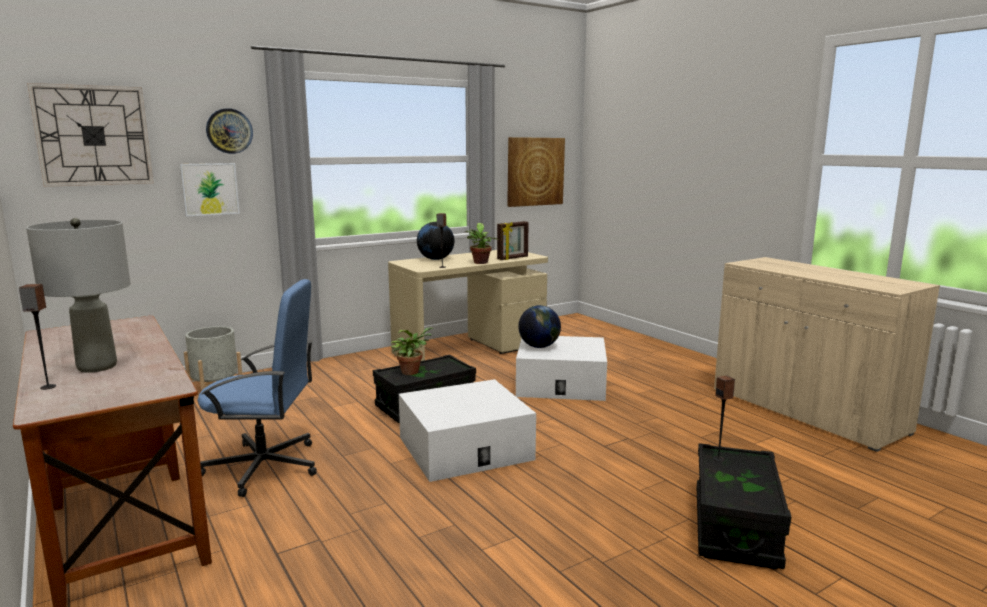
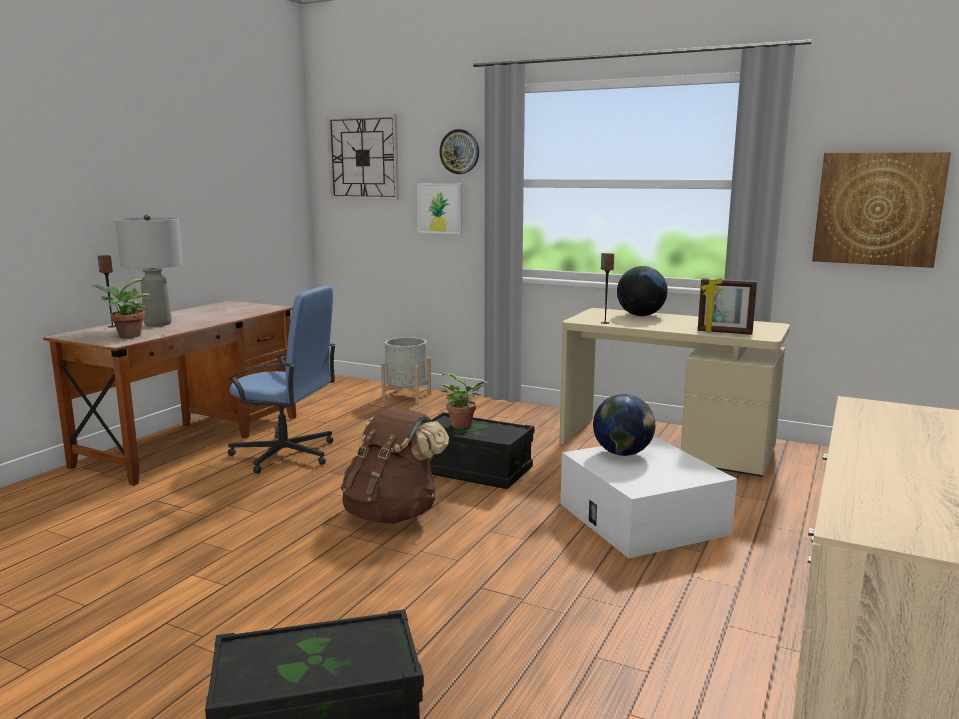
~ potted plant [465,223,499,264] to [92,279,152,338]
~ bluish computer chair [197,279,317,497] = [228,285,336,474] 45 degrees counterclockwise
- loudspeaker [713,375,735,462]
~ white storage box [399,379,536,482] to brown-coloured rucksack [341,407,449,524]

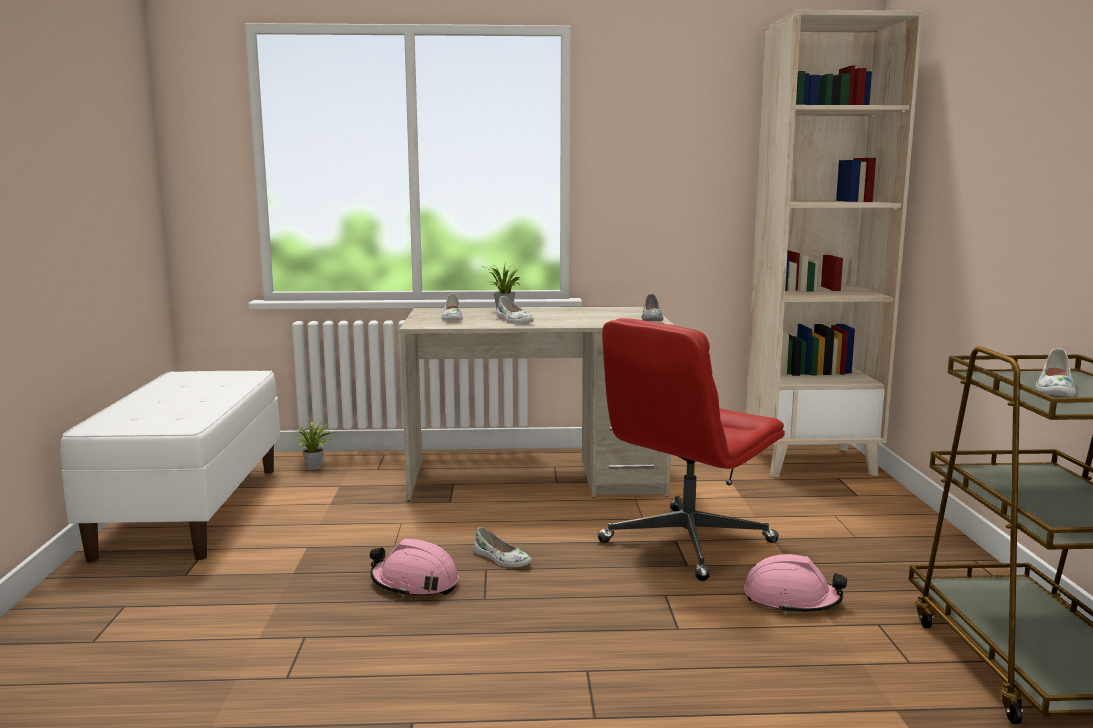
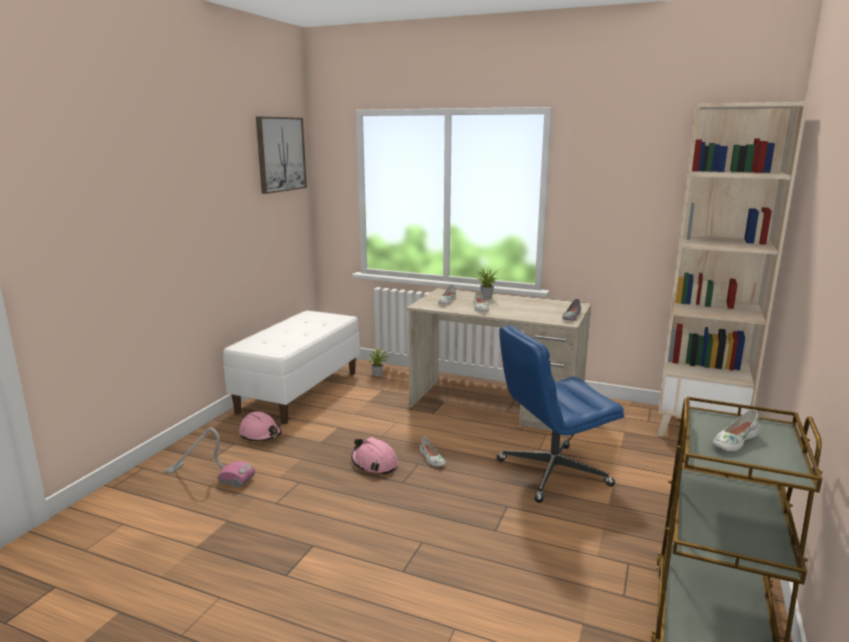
~ reddish computer chair [598,318,785,581] to bluish computer chair [497,325,624,503]
~ pinkish work helmet [744,554,847,614] to [239,411,282,441]
+ wall picture [256,116,307,194]
+ vacuum cleaner [165,428,255,488]

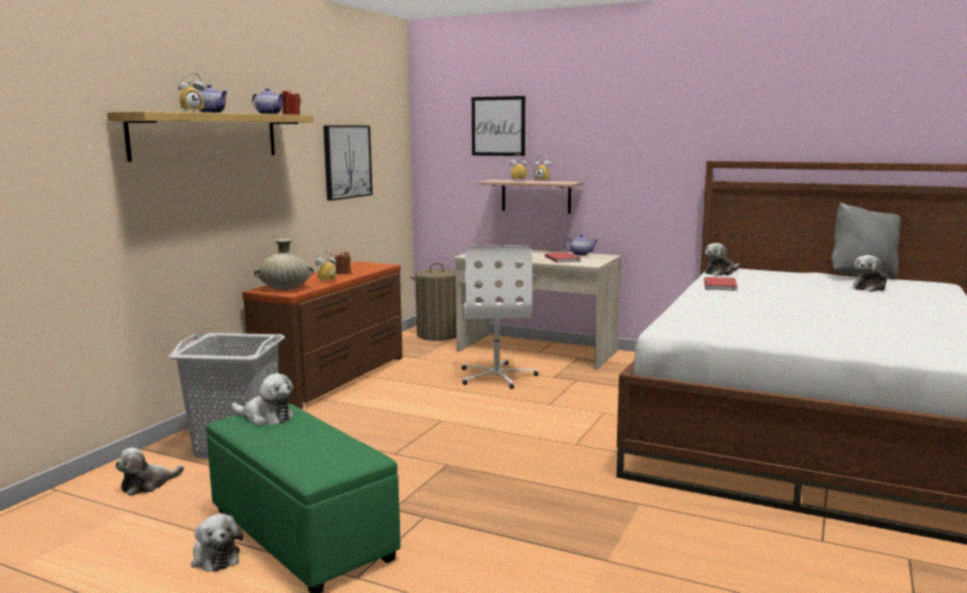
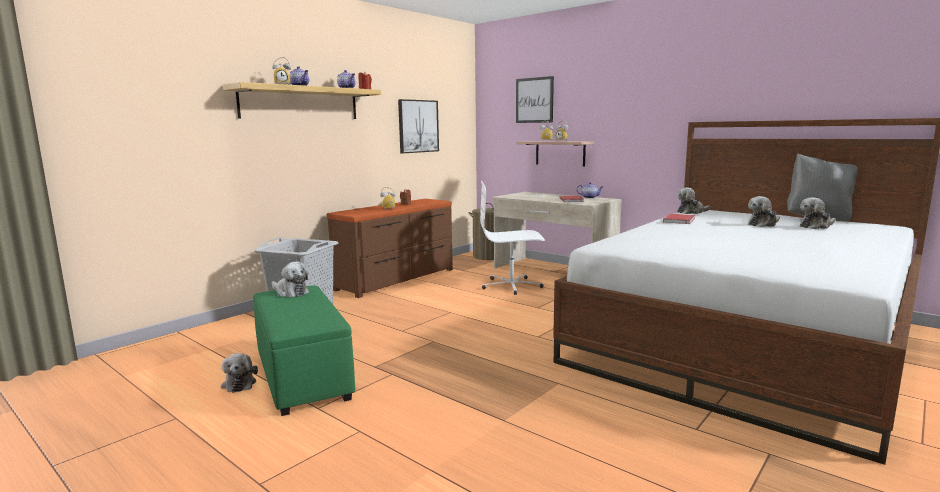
- beige-coloured decorative vase [254,239,314,290]
~ white computer chair [462,245,539,389] = [480,181,545,295] 75 degrees clockwise
~ cuddly toy [115,448,184,496] to [748,196,780,227]

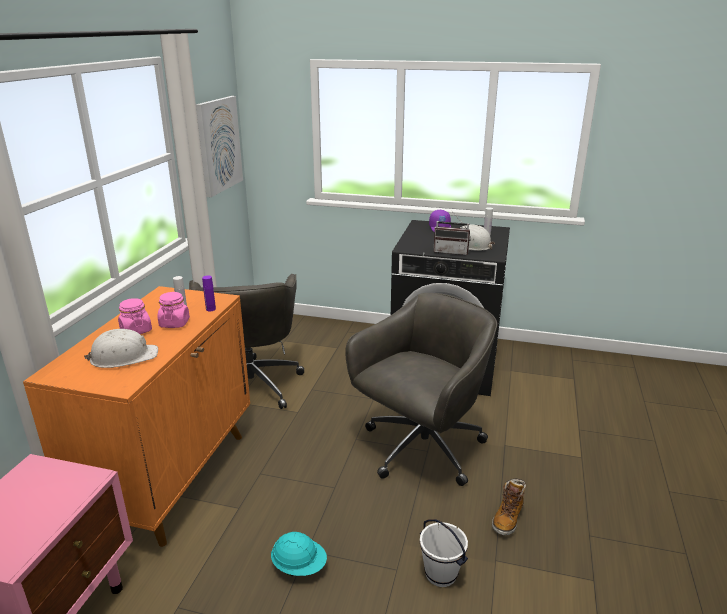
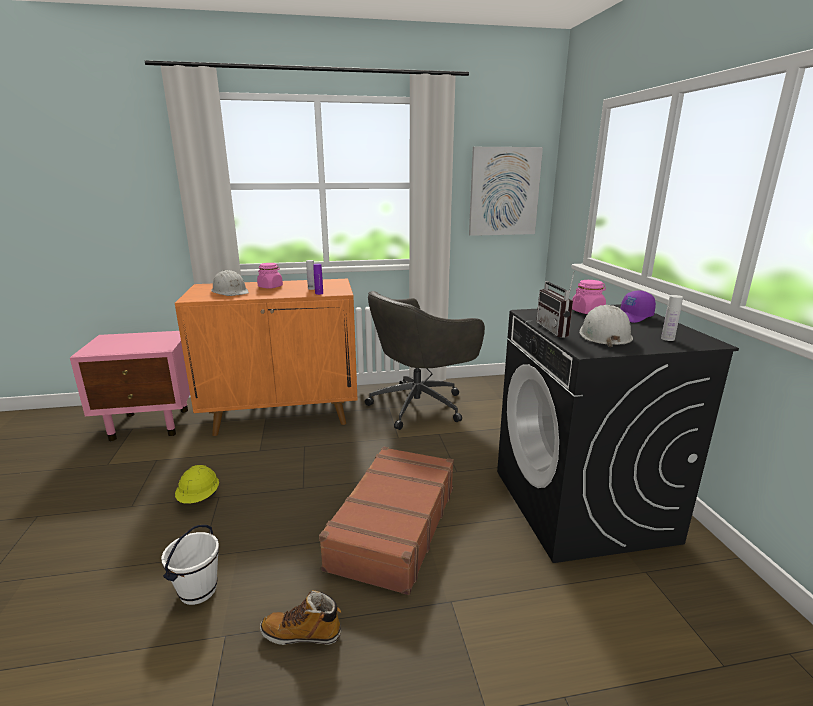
~ pinkish preserve jar [157,292,190,328] to [572,280,606,314]
~ greyish computer chair [345,293,497,486] to brown-coloured piece of luggage [319,447,454,595]
~ turquoise-coloured work helmet [271,532,327,576] to yellowish work helmet [175,465,219,504]

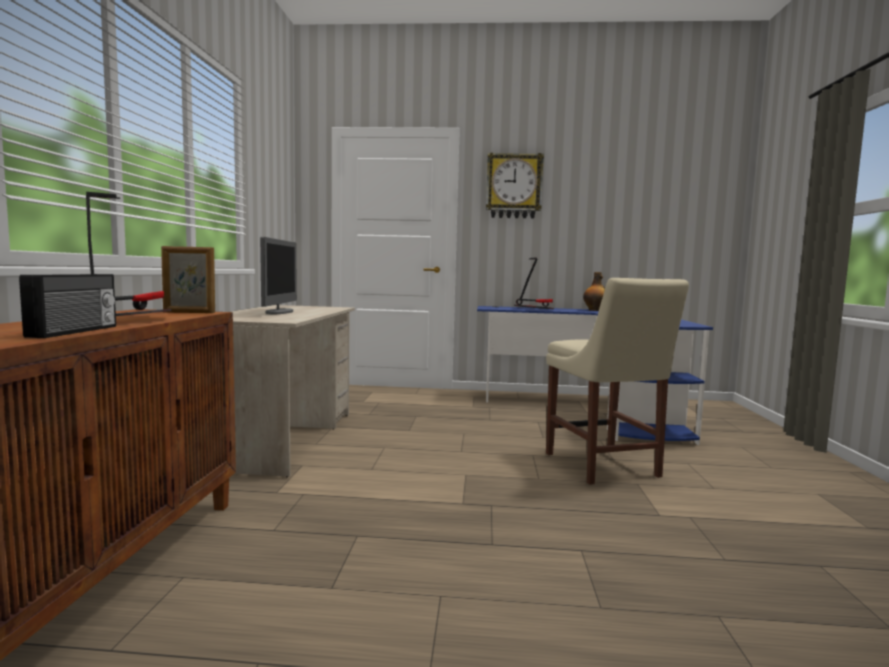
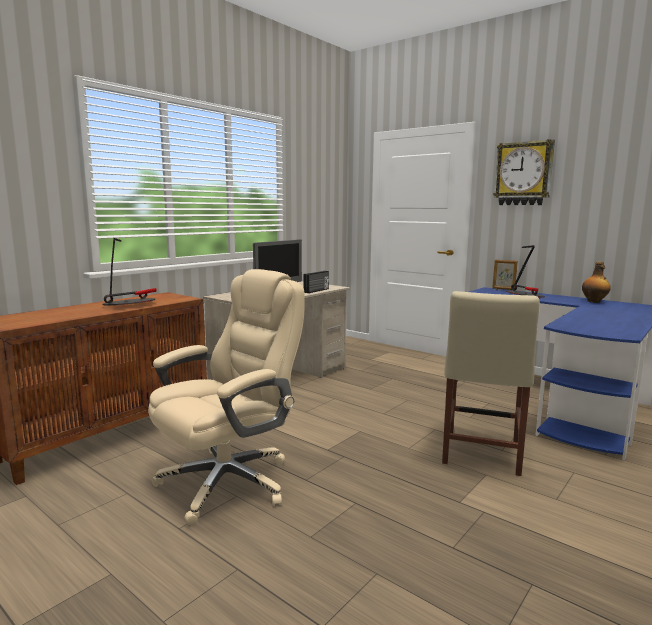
~ photo frame [161,246,215,313] to [492,260,518,290]
~ radio receiver [19,274,116,338] to [303,271,329,293]
+ beige-coloured computer chair [148,269,305,525]

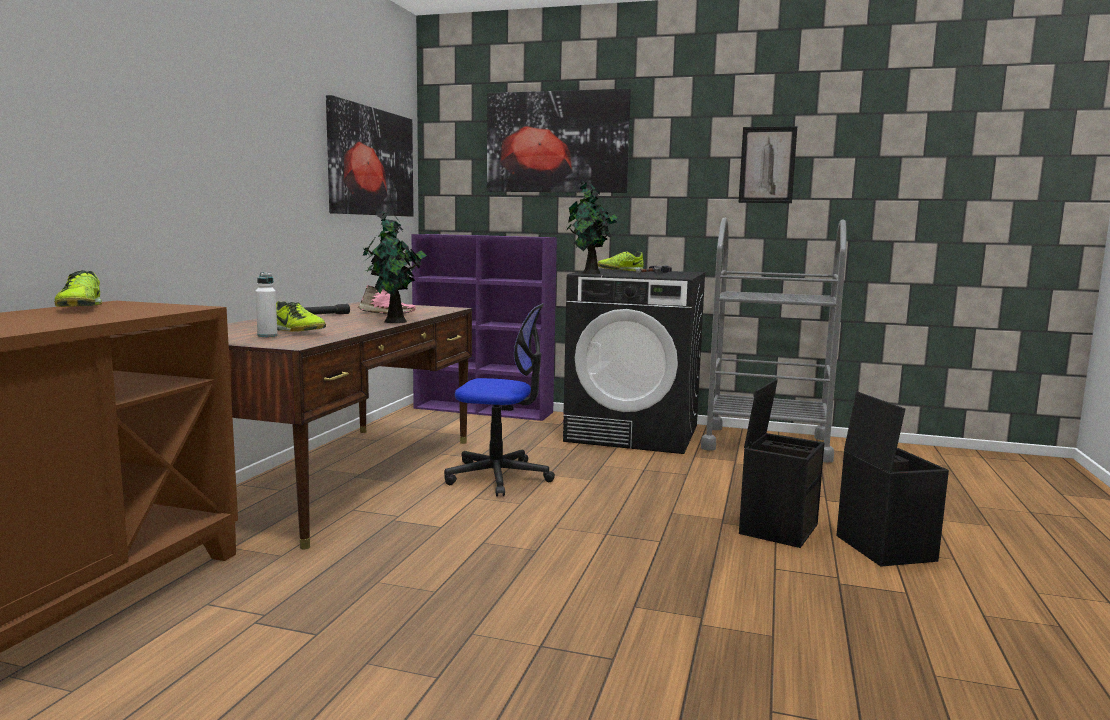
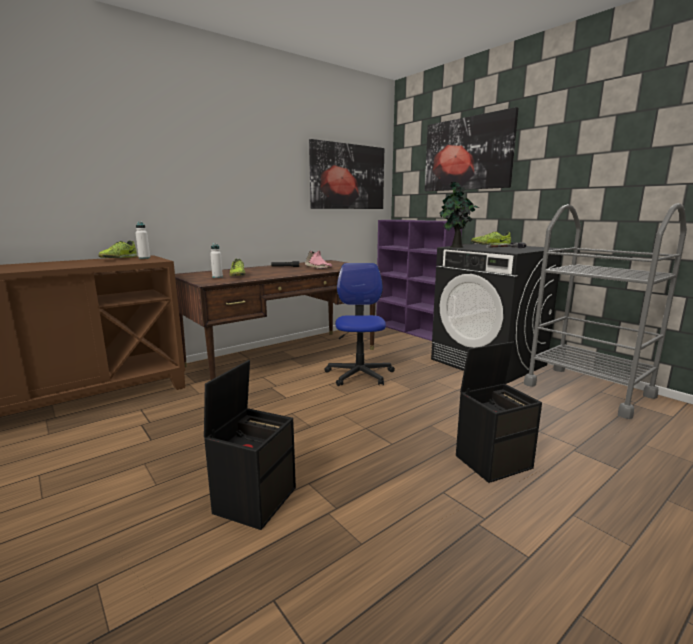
- wall picture [739,126,797,203]
- potted plant [363,212,427,323]
~ computer chair [444,303,555,497] = [324,263,395,386] 135 degrees counterclockwise
~ blackish storage box [836,391,949,567] to [204,360,296,530]
+ white drink bottle [136,222,150,259]

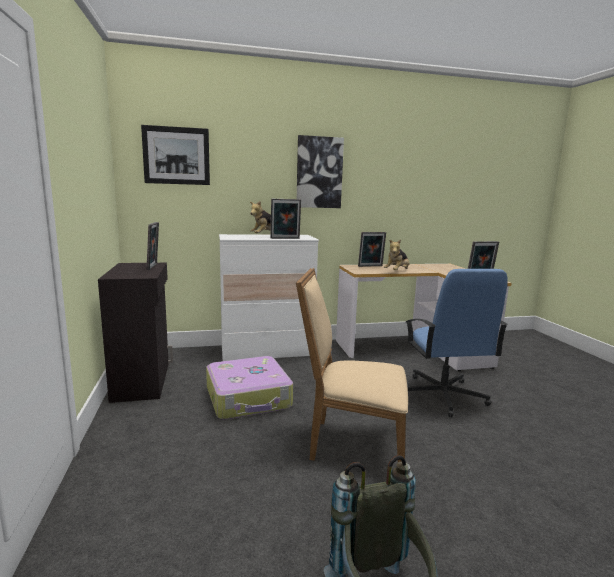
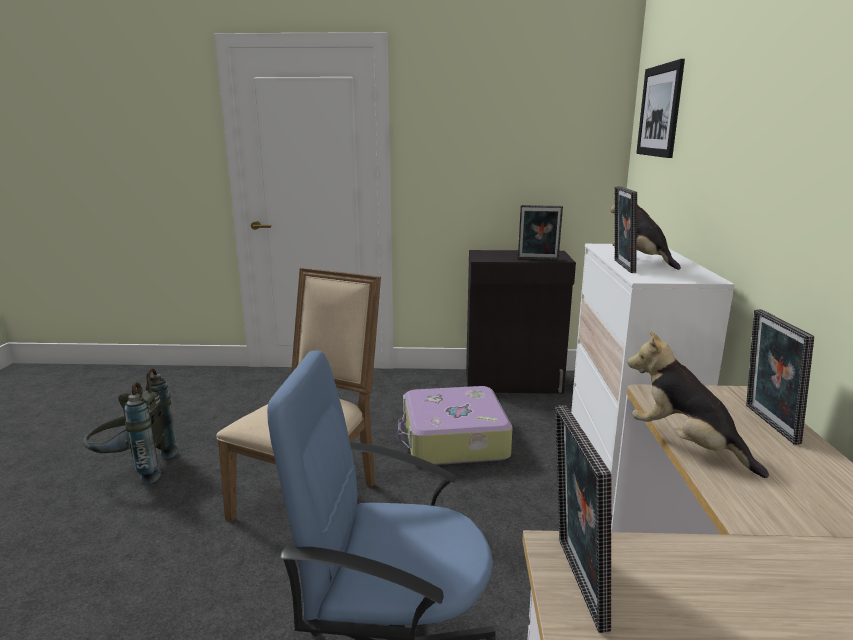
- wall picture [297,135,344,208]

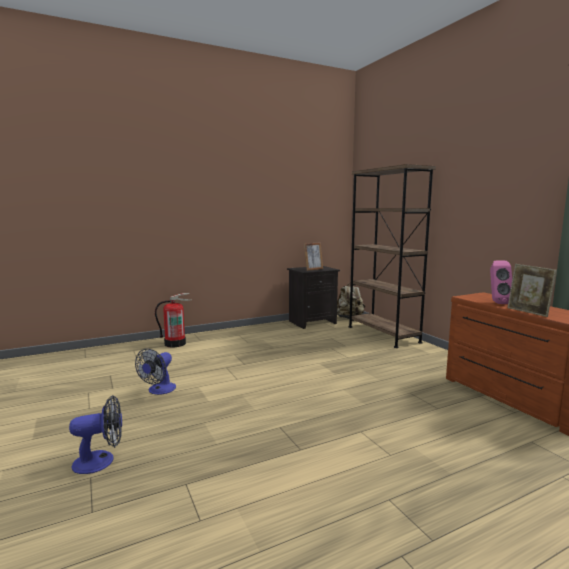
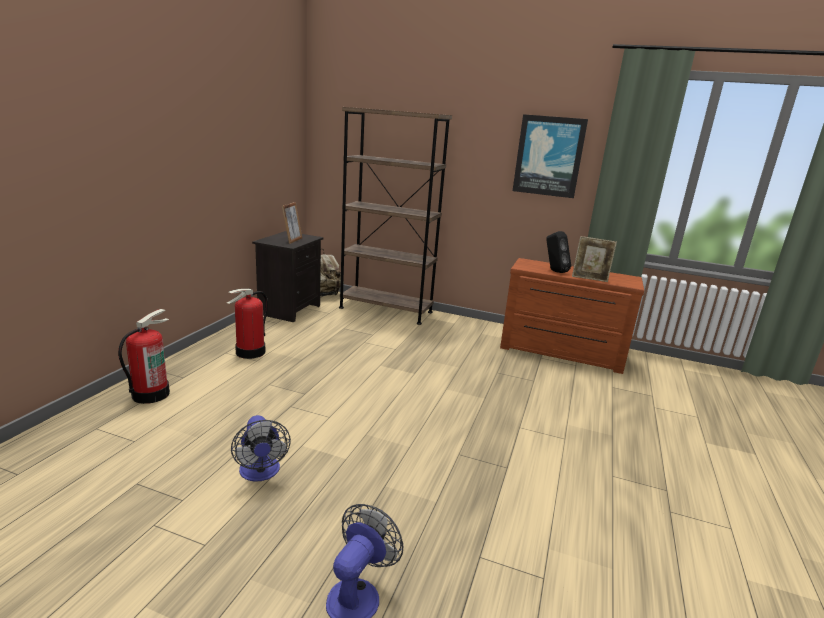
~ pinkish loudspeaker [490,260,512,304] to blackish loudspeaker [546,231,571,273]
+ wall picture [513,114,588,198]
+ fire-fighting cylinder [227,288,268,359]

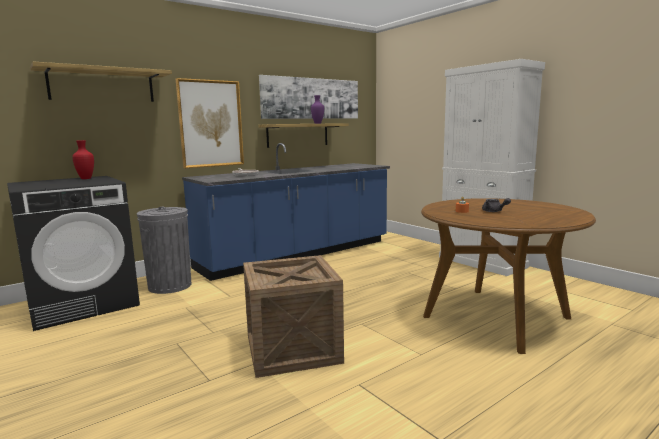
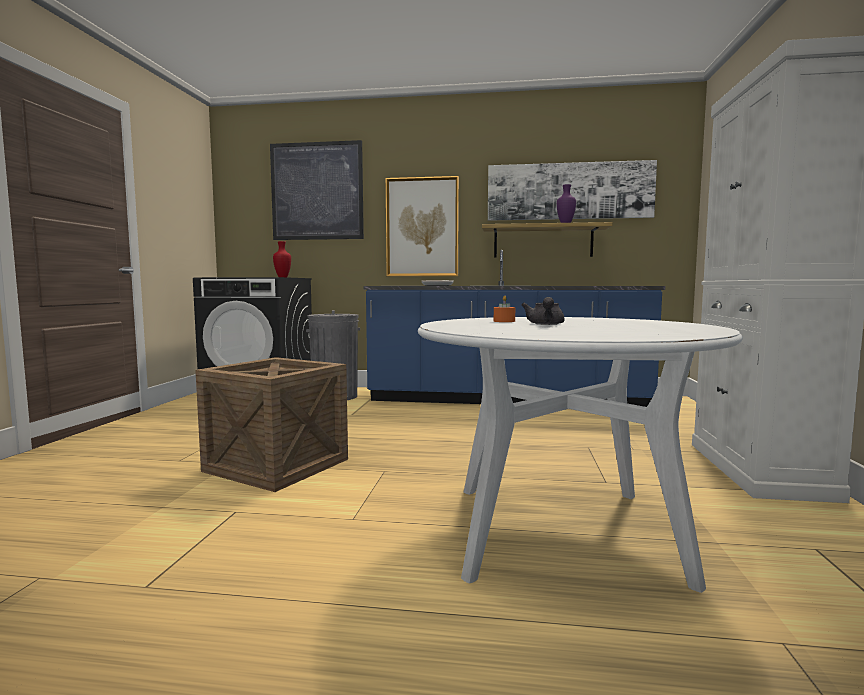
~ shelf [30,61,172,102] to wall picture [270,140,364,240]
~ brown-coloured dinner table [421,198,596,354] to white dinner table [418,317,743,593]

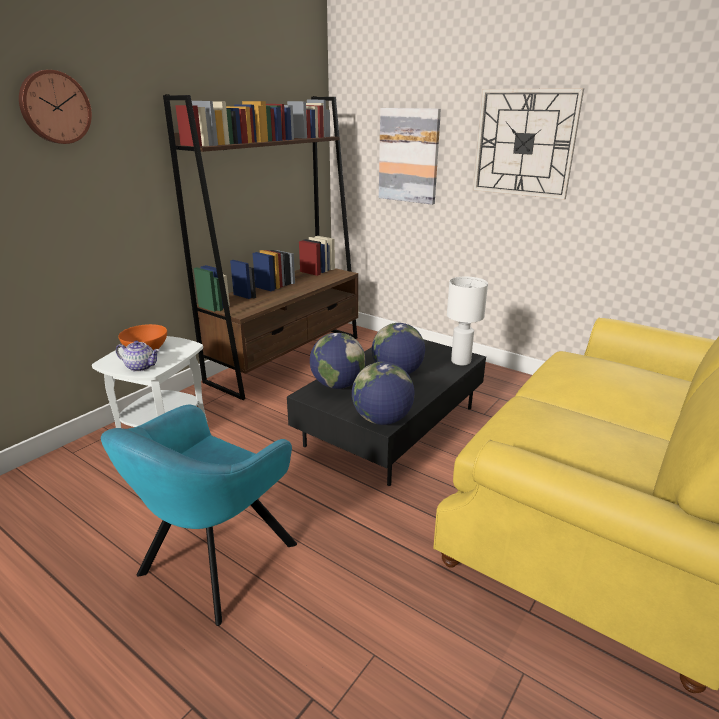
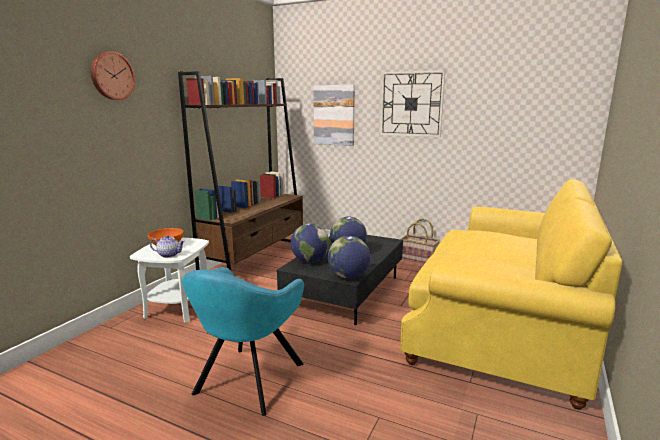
- white tabletop lamp [447,277,488,365]
+ household basket [401,218,440,263]

